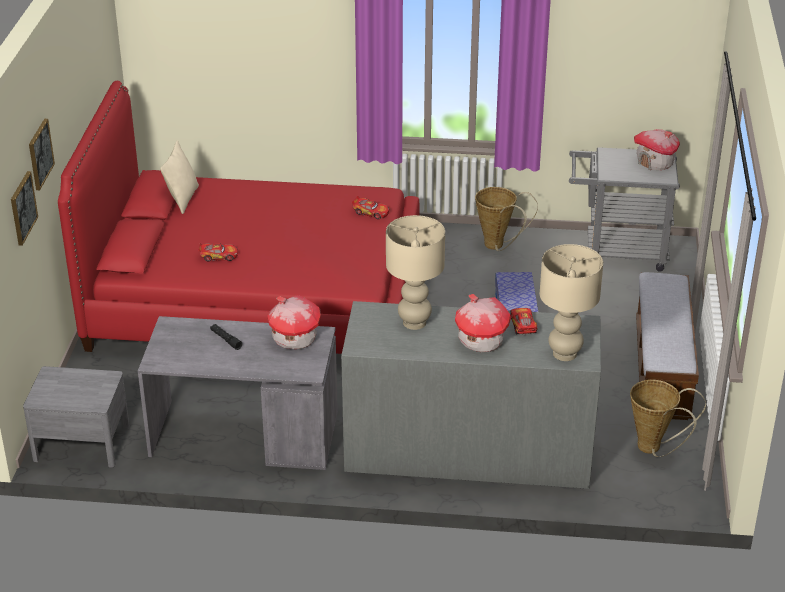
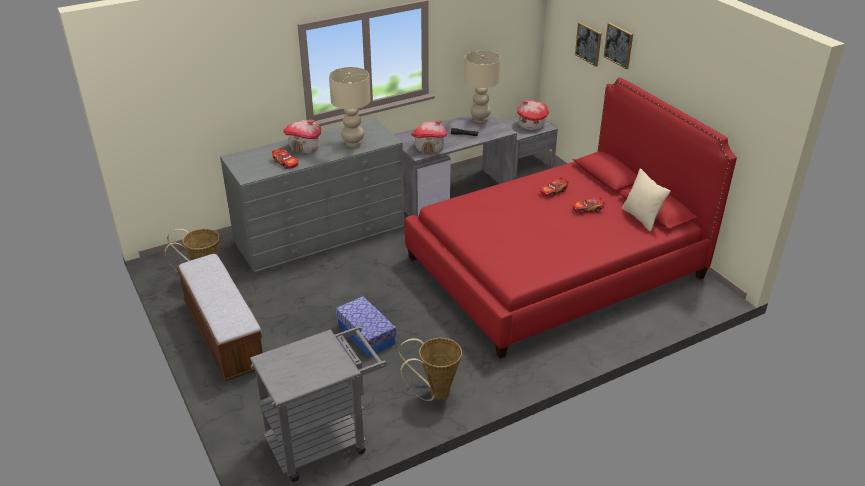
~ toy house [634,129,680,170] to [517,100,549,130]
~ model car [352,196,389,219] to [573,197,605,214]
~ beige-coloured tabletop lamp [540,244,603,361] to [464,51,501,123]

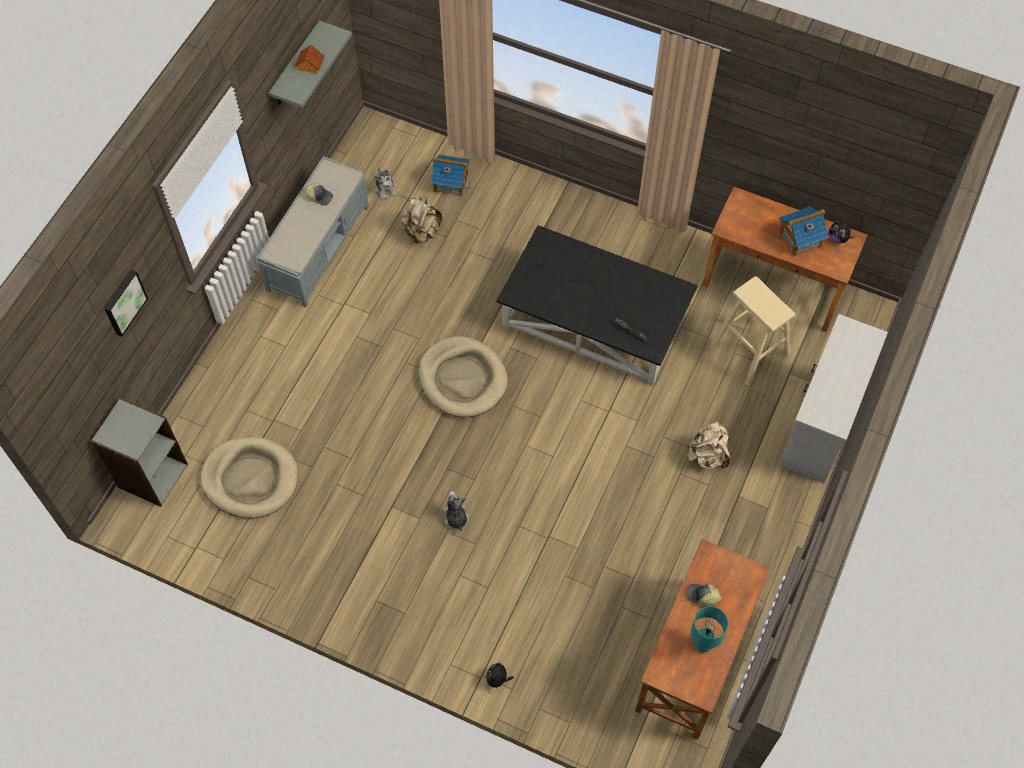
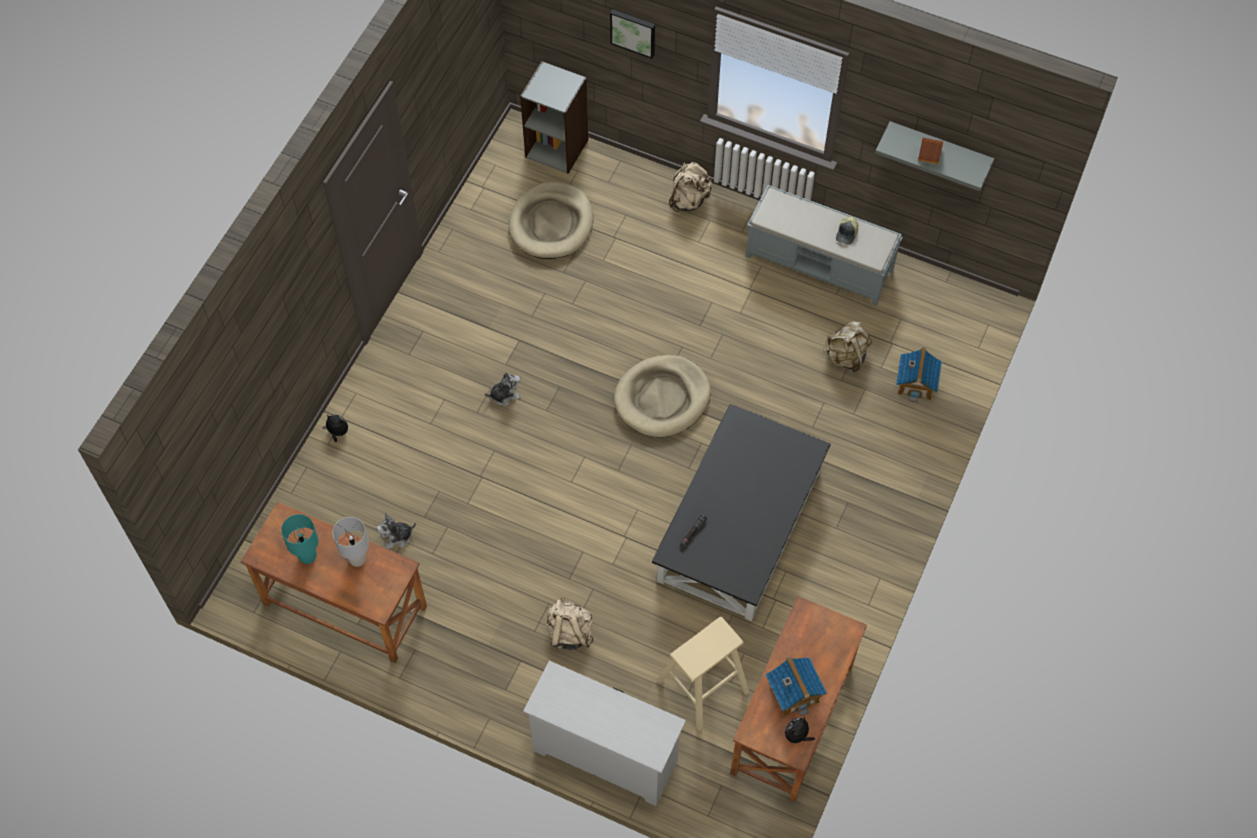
~ cuddly toy [374,167,397,200] to [376,512,416,549]
~ cap [687,584,721,607] to greyish tabletop lamp [332,517,369,567]
+ beige-coloured rucksack [669,162,712,212]

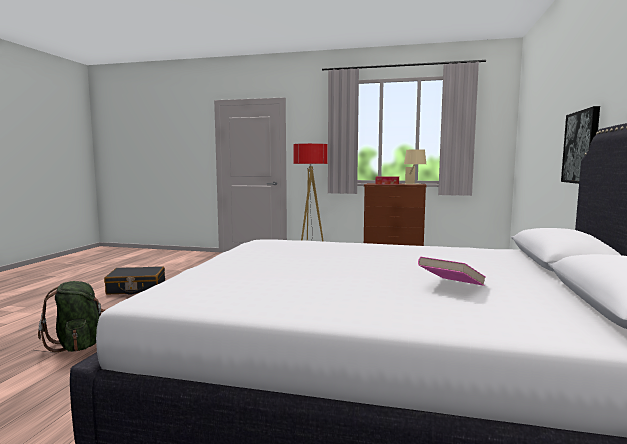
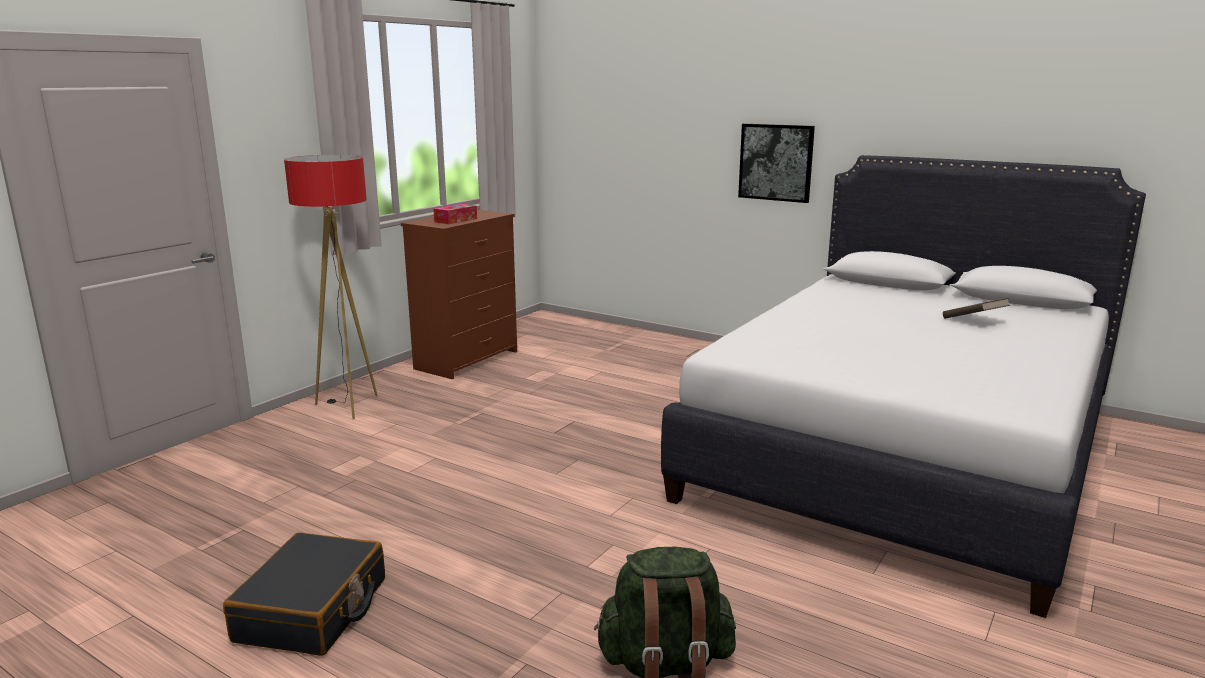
- beige-coloured tabletop lamp [404,149,426,184]
~ pinkish book [418,257,486,286] to brown-coloured book [943,298,1010,319]

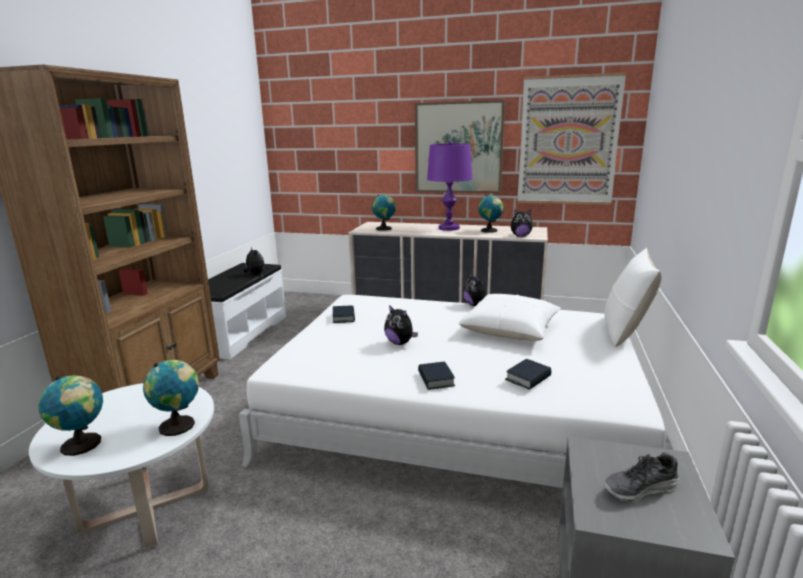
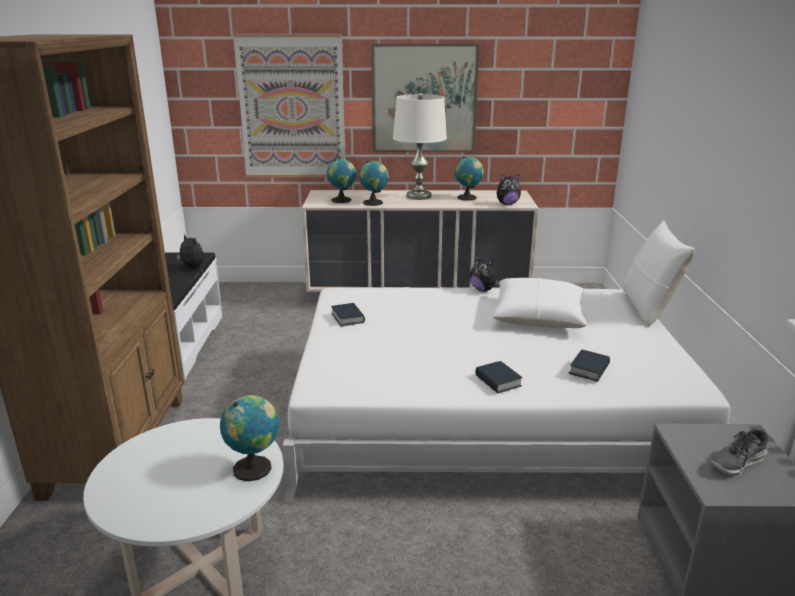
~ wall picture [517,72,626,205] to [233,34,346,178]
~ purple tabletop lamp [427,141,472,231] to white tabletop lamp [393,93,447,200]
- cuddly toy [384,305,418,345]
~ globe [38,375,103,456] to [359,161,389,206]

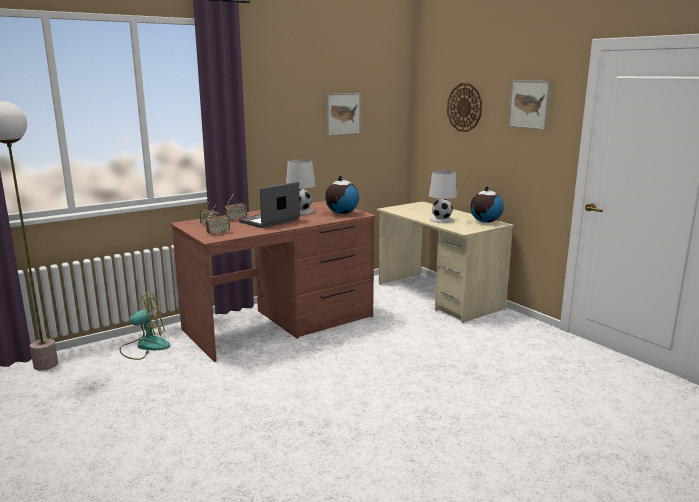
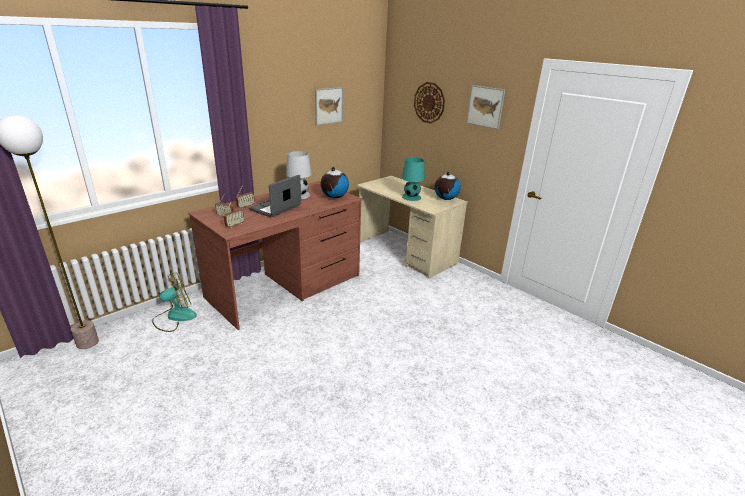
~ white tabletop lamp [429,171,457,223] to turquoise-coloured tabletop lamp [402,157,425,201]

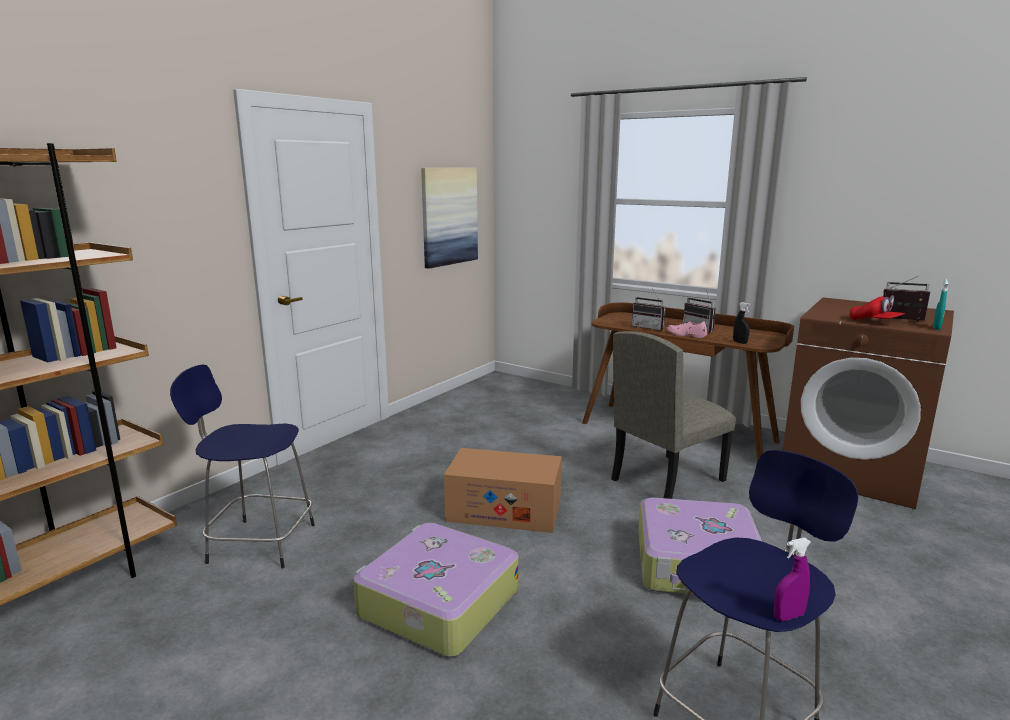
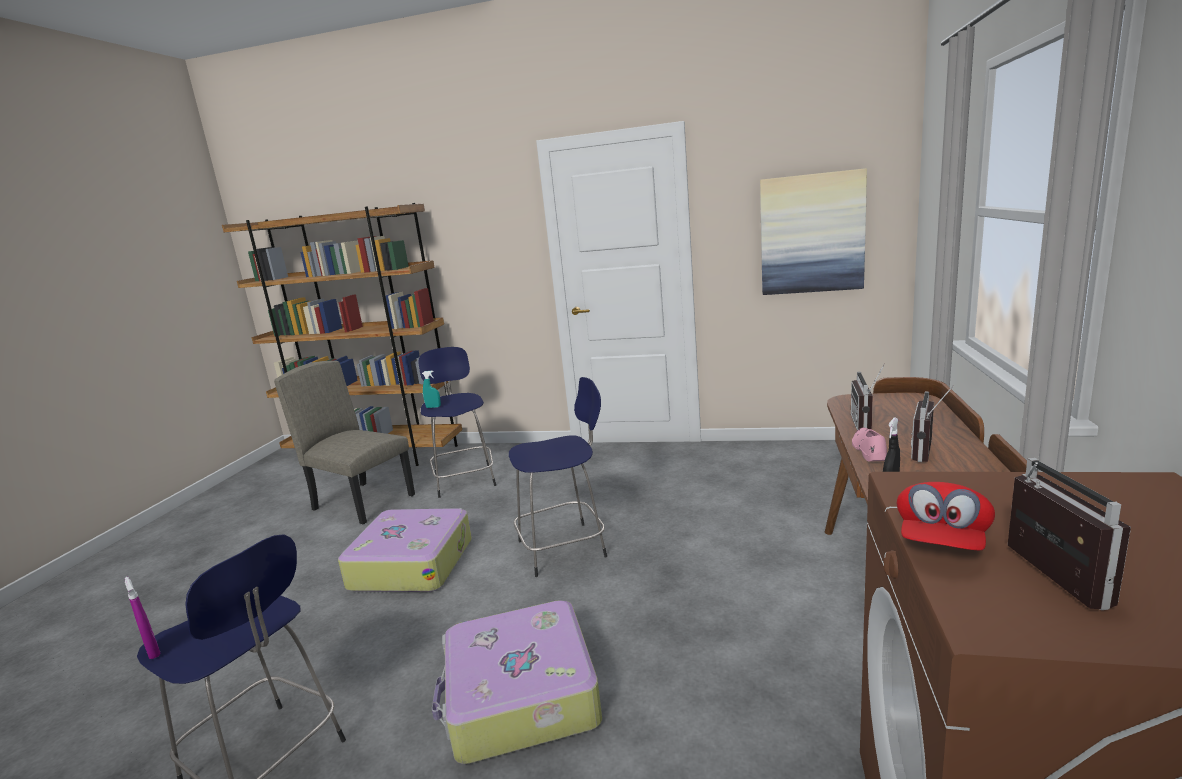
~ turquoise-coloured hand sprayer [933,279,948,330] to [422,371,441,408]
~ beige-coloured plain chair [611,331,736,499] to [274,361,415,524]
~ packing box [444,448,562,533] to bluish sitting stool [509,377,607,577]

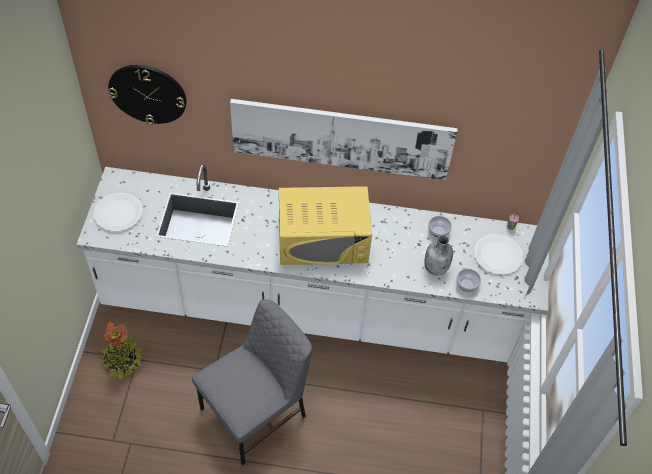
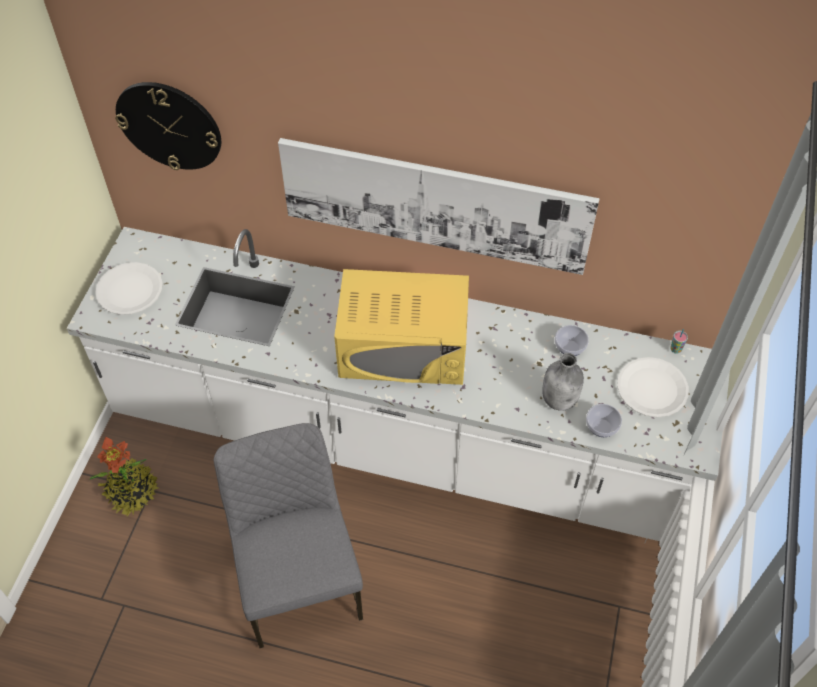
~ greyish plain chair [192,299,312,465] = [214,423,363,648] 75 degrees counterclockwise

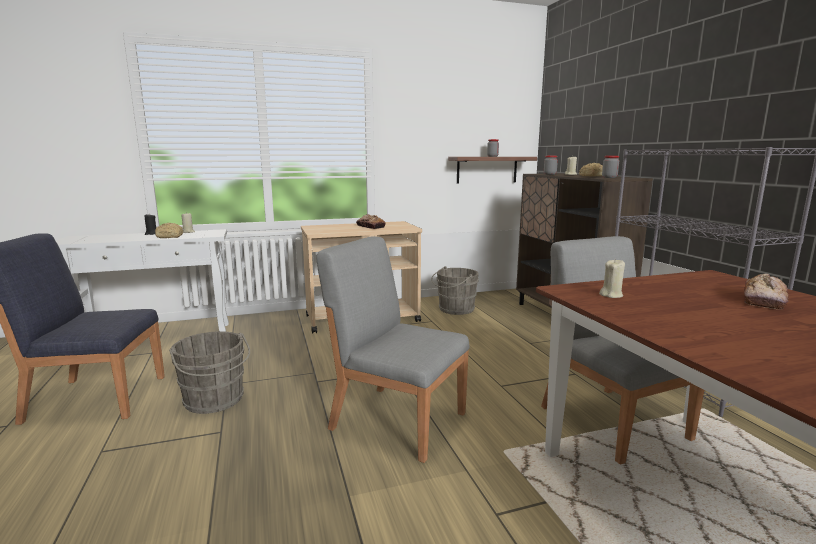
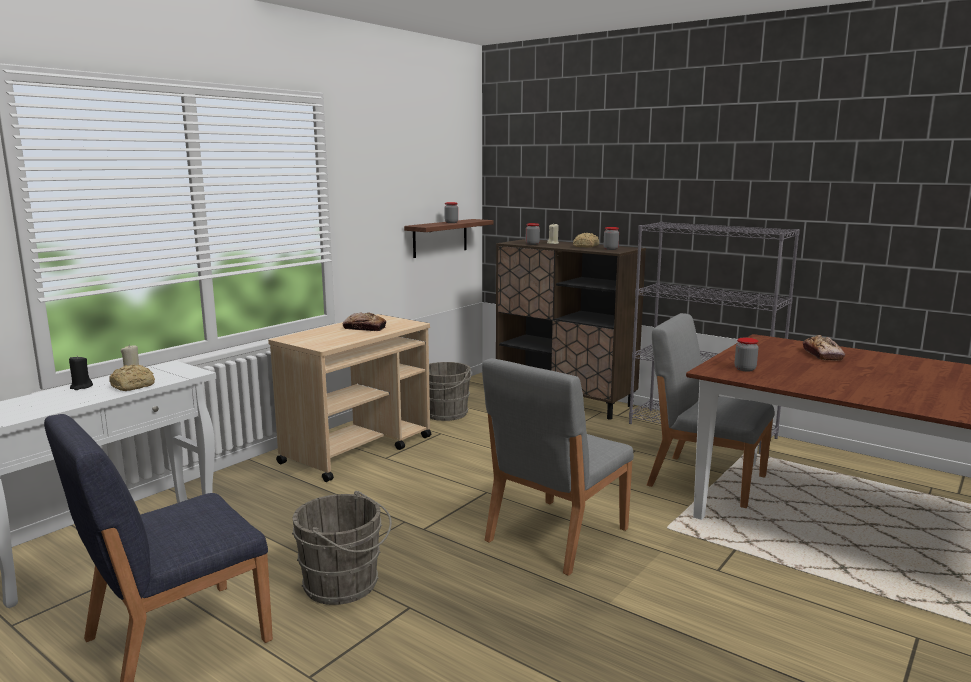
~ greyish plain chair [316,236,470,463] = [482,358,634,576] 45 degrees counterclockwise
~ beige-coloured candle [599,259,625,298] to preserve jar [735,338,759,371]

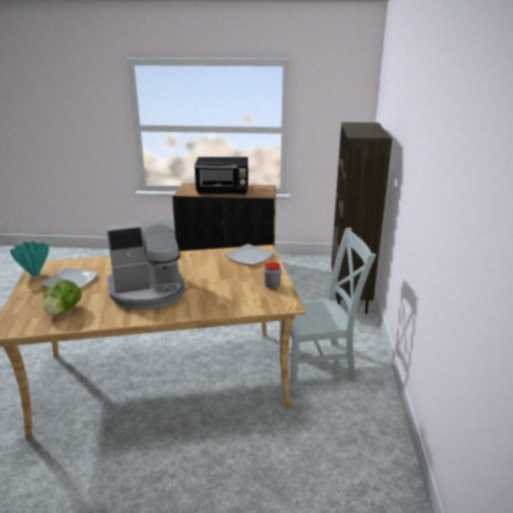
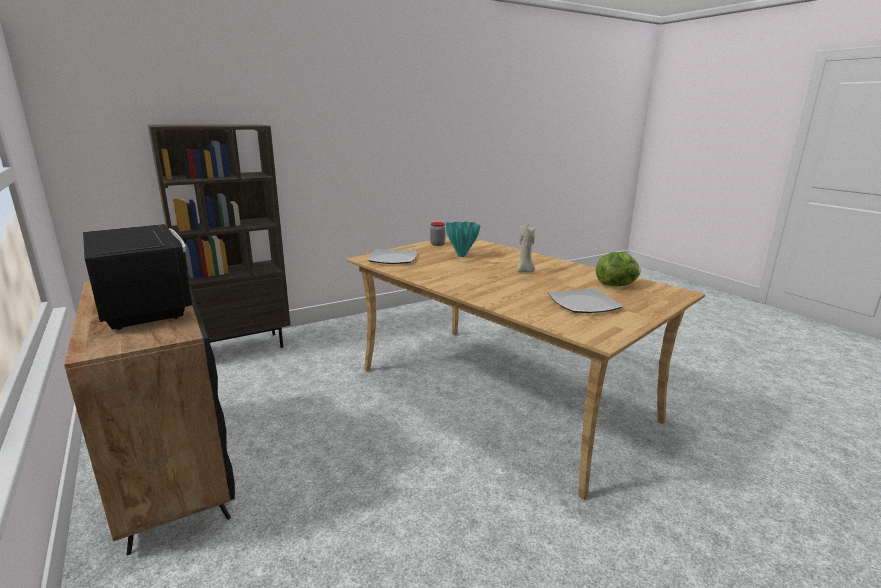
~ coffee brewer [107,219,185,309] to beige-coloured candle [517,225,535,272]
- greyish plain chair [279,228,376,385]
~ turquoise-coloured decorative vase [10,241,49,276] to [446,221,480,257]

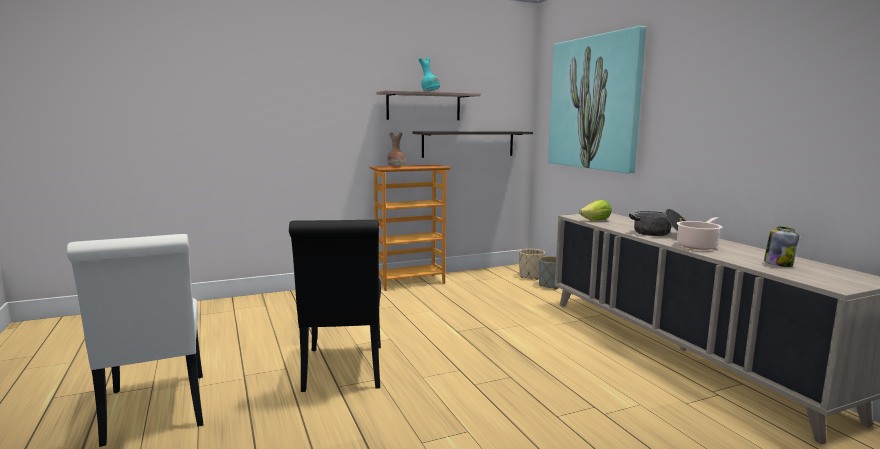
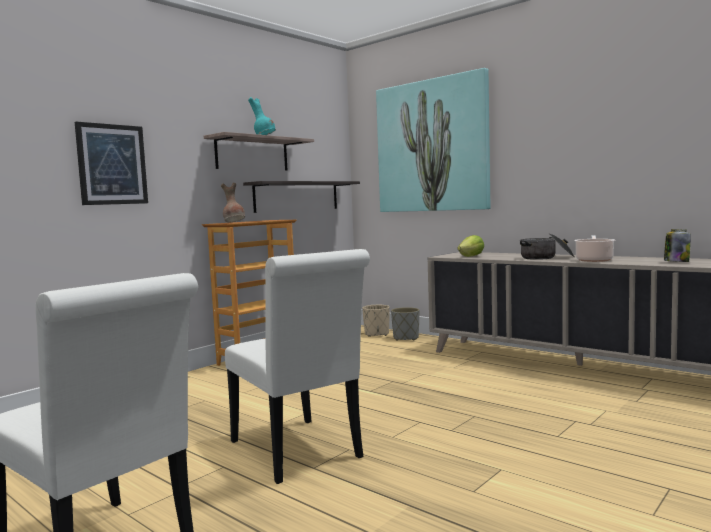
~ blackish plain chair [289,220,381,392] to white plain chair [225,249,370,484]
+ wall picture [75,122,148,205]

